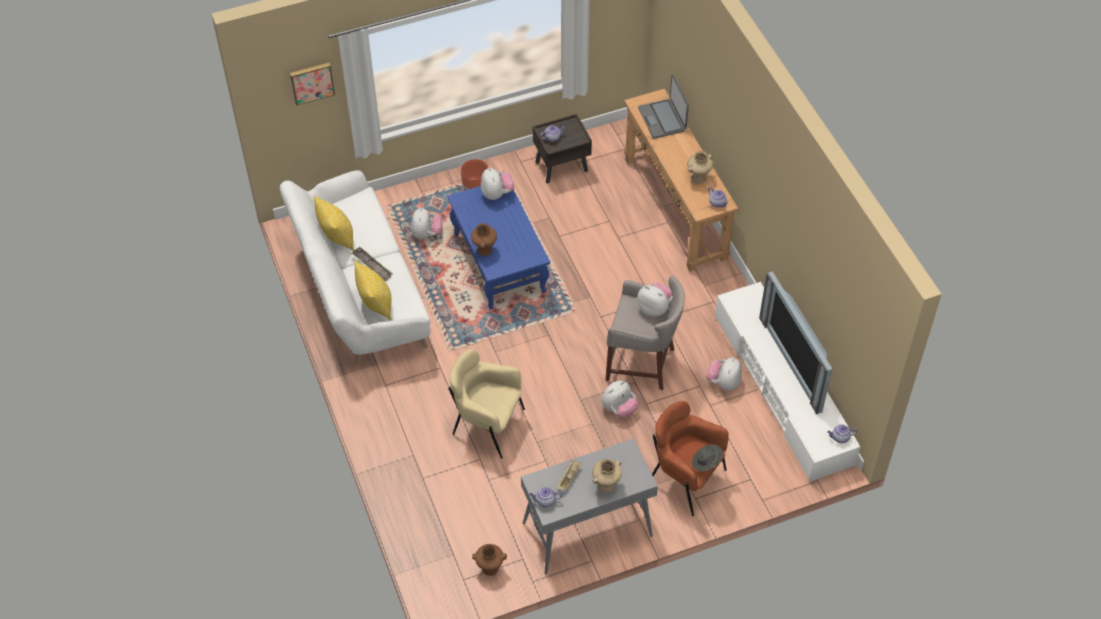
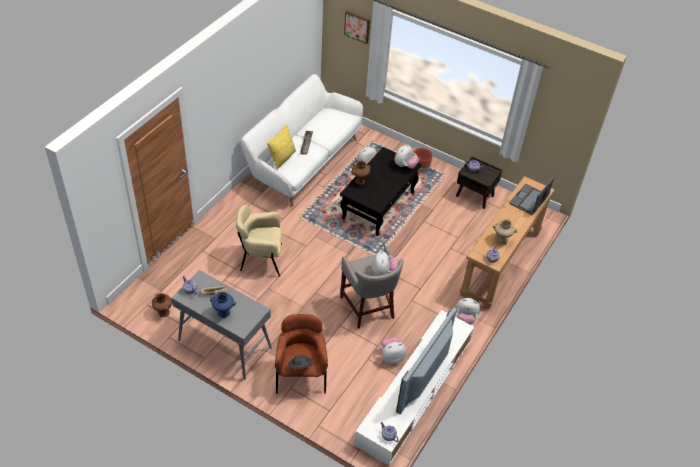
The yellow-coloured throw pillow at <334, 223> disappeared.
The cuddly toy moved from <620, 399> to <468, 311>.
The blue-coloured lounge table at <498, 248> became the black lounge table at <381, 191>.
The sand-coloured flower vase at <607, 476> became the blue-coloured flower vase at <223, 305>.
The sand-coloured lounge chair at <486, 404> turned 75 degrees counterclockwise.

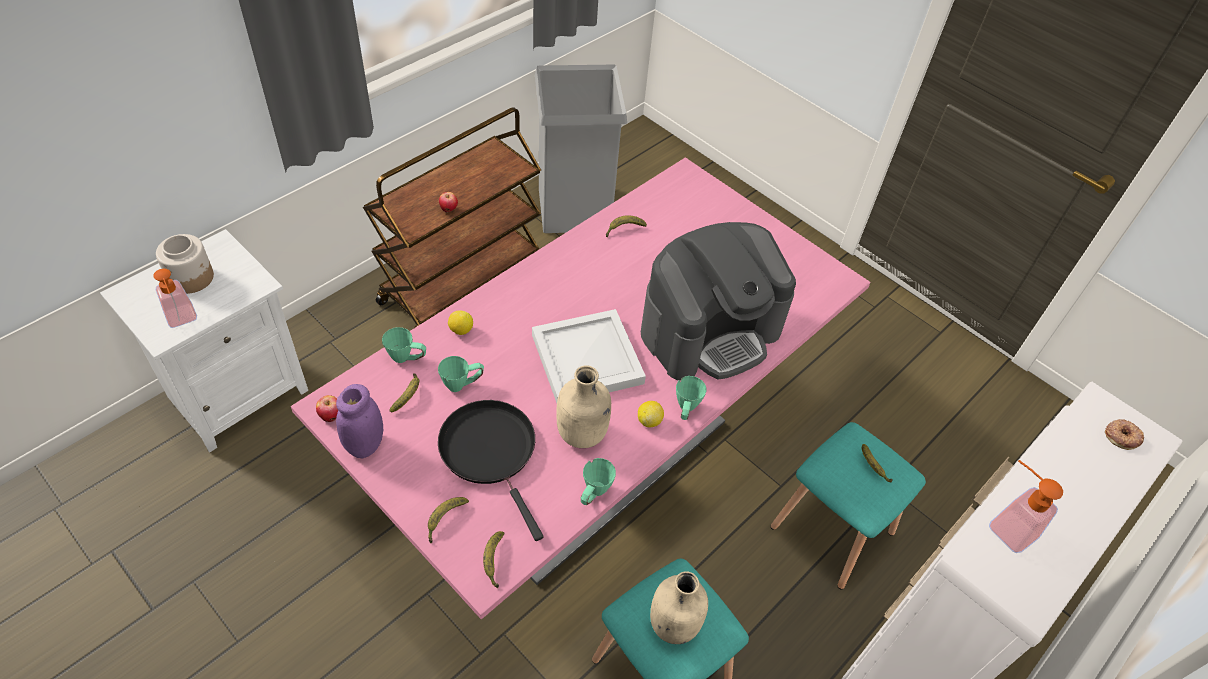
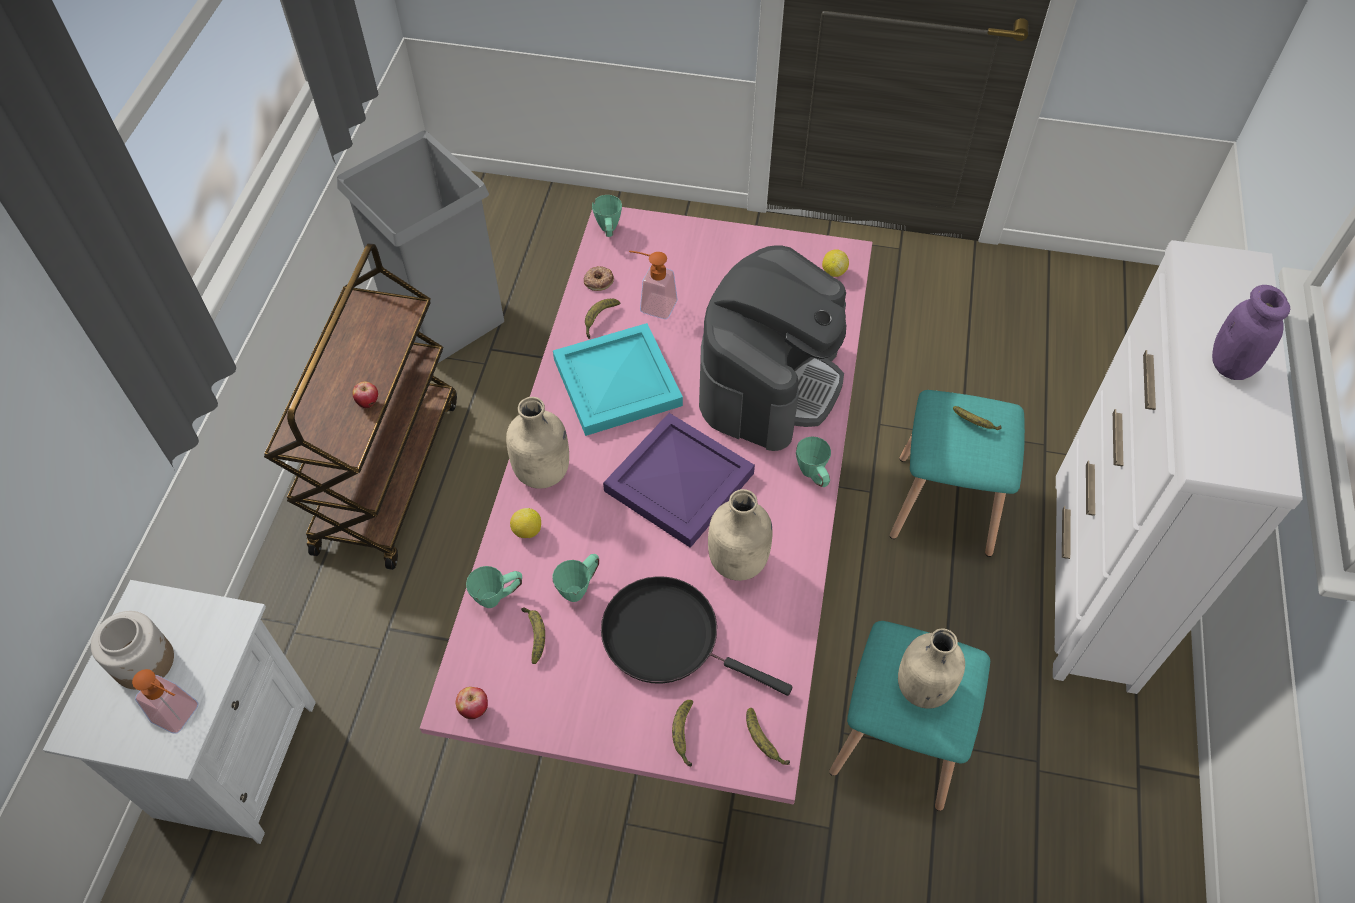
The sand-coloured drink bottle at <537, 443> appeared.
The blue-green serving tray at <618, 379> appeared.
The purple storage jar moved from <359, 421> to <1251, 332>.
The green tea mug moved from <598, 481> to <607, 216>.
The whole lemon moved from <651, 414> to <835, 263>.
The soap dispenser moved from <1026, 506> to <653, 285>.
The doughnut moved from <1124, 434> to <599, 278>.
The white serving tray at <589, 356> became the purple serving tray at <679, 480>.

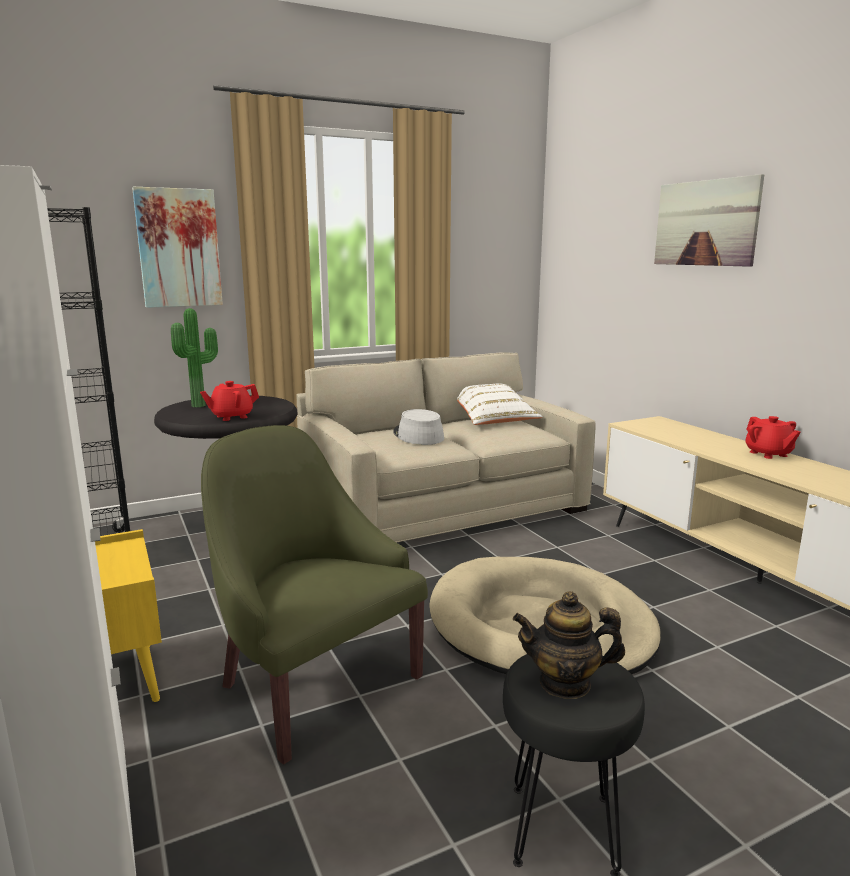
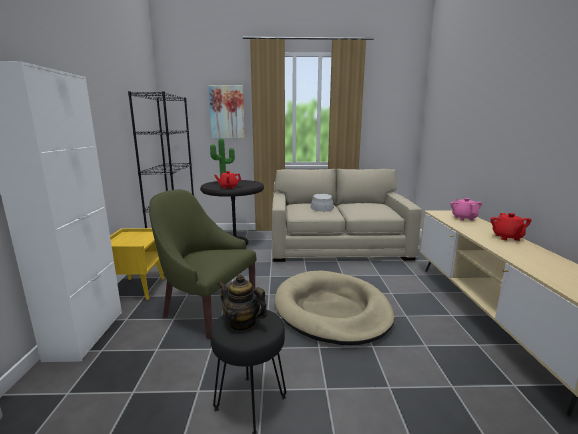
The white throw pillow at <500, 404> disappeared.
The wall art at <709, 220> disappeared.
The pink teapot at <466, 209> appeared.
The green lounge chair at <314, 595> turned 45 degrees counterclockwise.

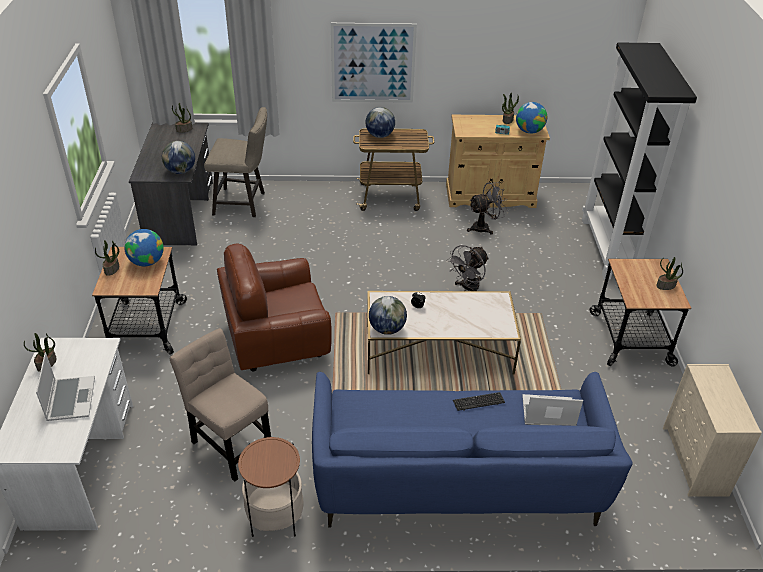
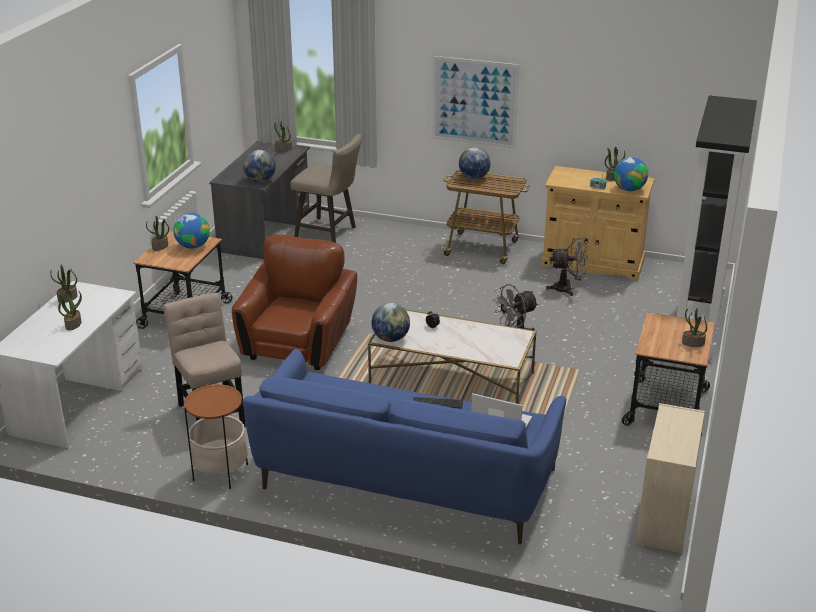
The notebook computer at <65, 386> was replaced by the houseplant at <69, 309>.
The brown-coloured lounge chair at <274, 307> turned 105 degrees clockwise.

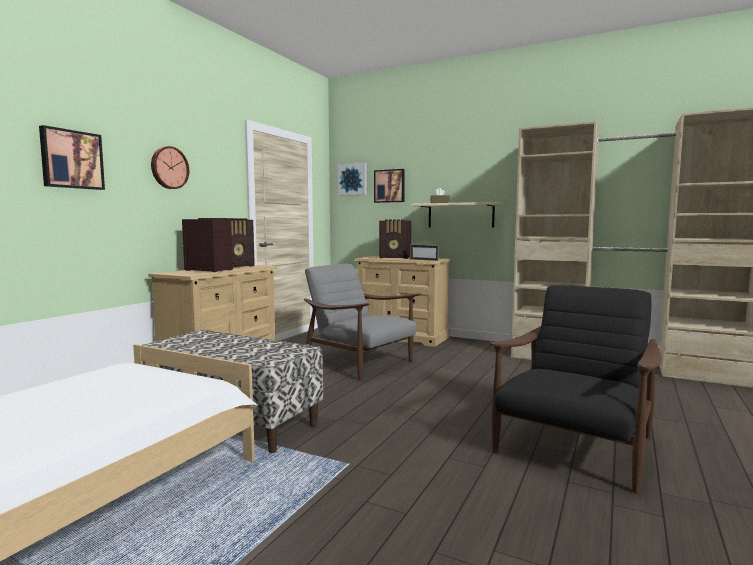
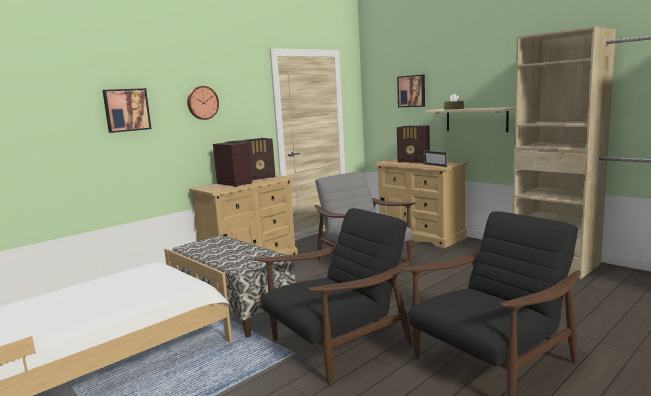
The wall art at <352, 179> disappeared.
The black lounge chair at <333, 296> appeared.

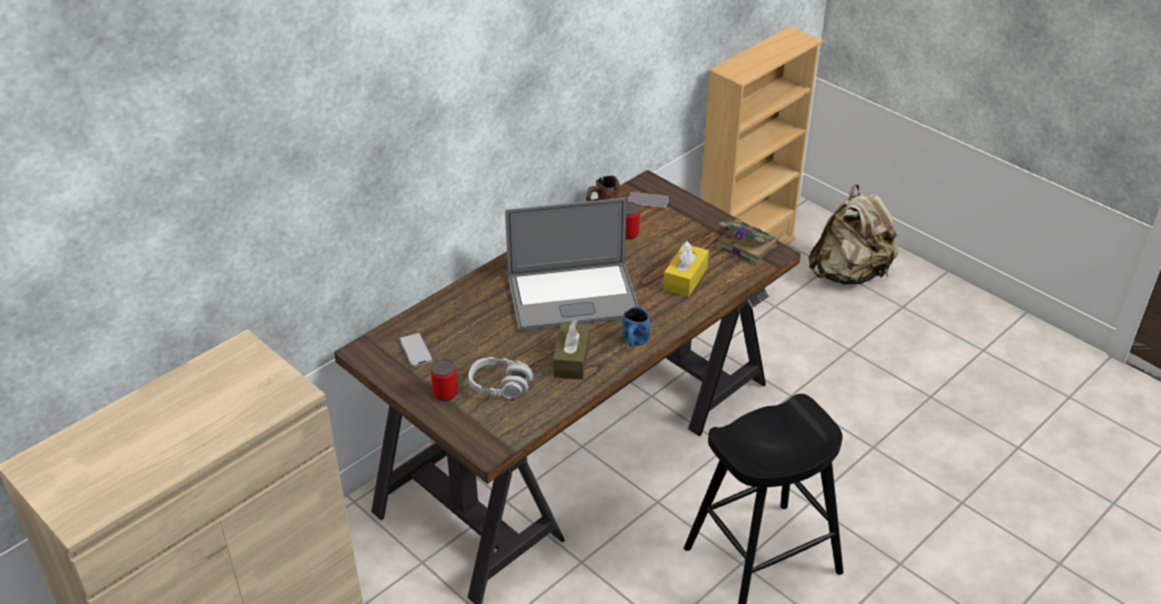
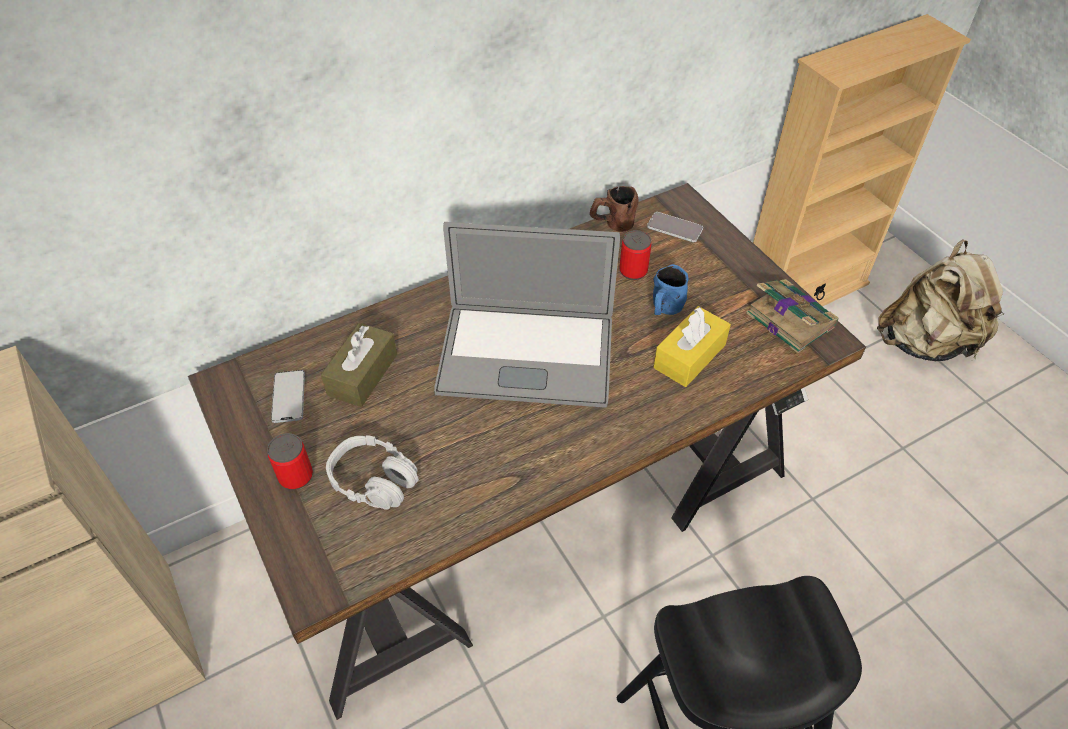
The brown-coloured box of tissues moved from <571, 350> to <359, 365>.
The blue-coloured tea mug moved from <636, 326> to <670, 289>.

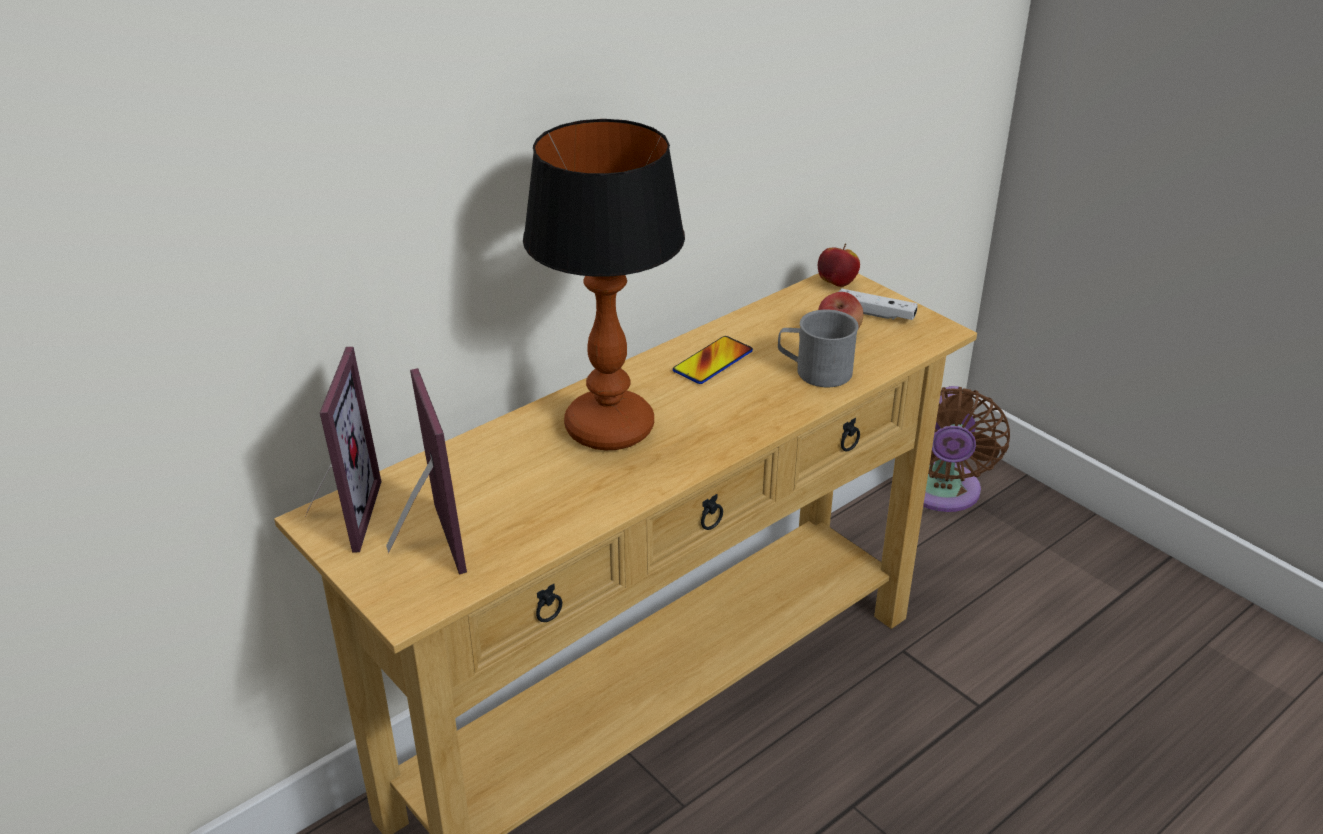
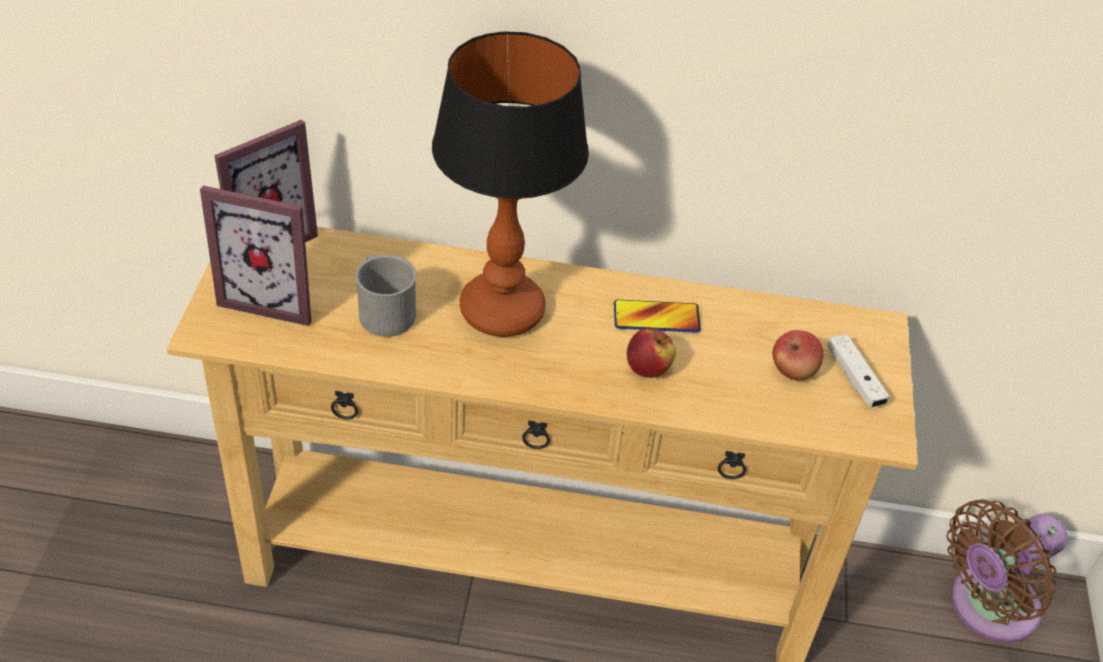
The gray tea mug moved from <818, 348> to <386, 295>.
The apple fruit moved from <839, 265> to <651, 353>.
The photo frame at <426, 471> turned 75 degrees clockwise.

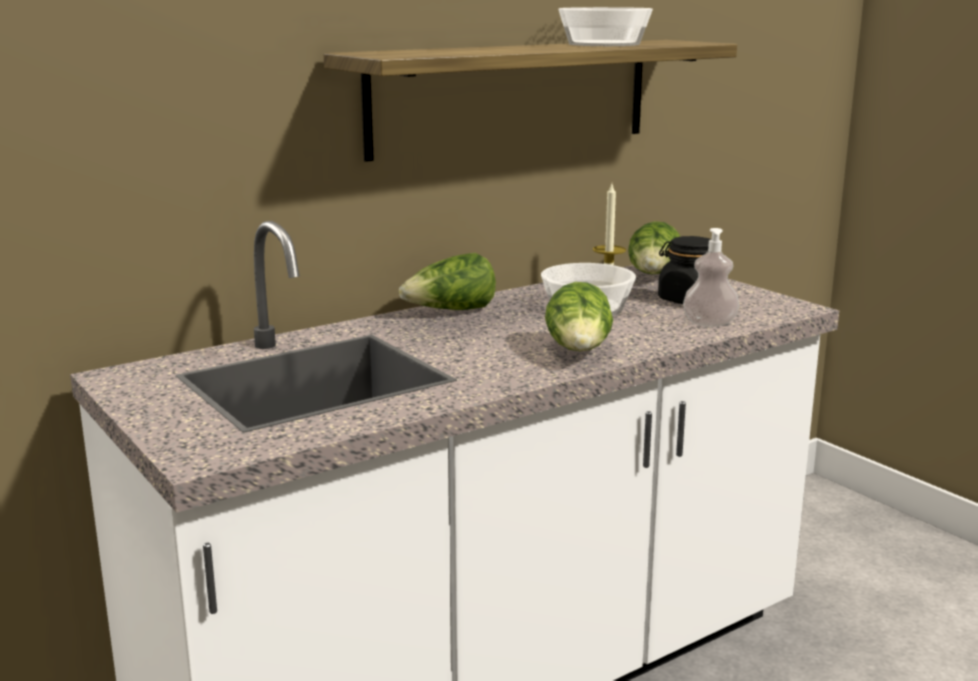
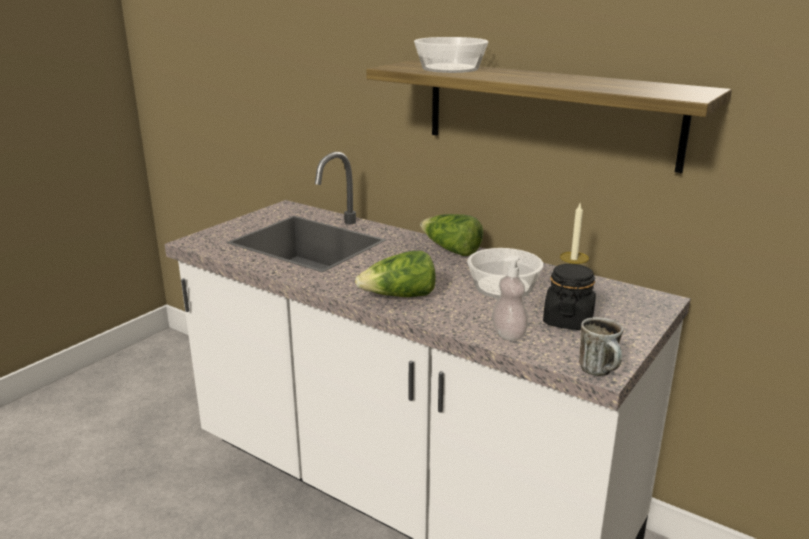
The lettuce at <654, 248> disappeared.
The tea mug at <601, 346> appeared.
The deep dish moved from <605, 26> to <451, 55>.

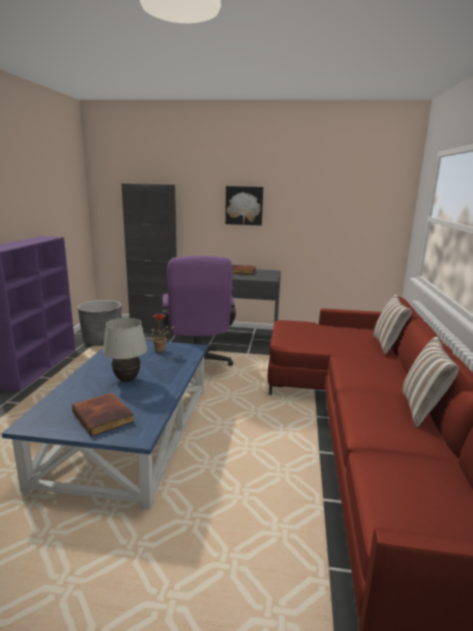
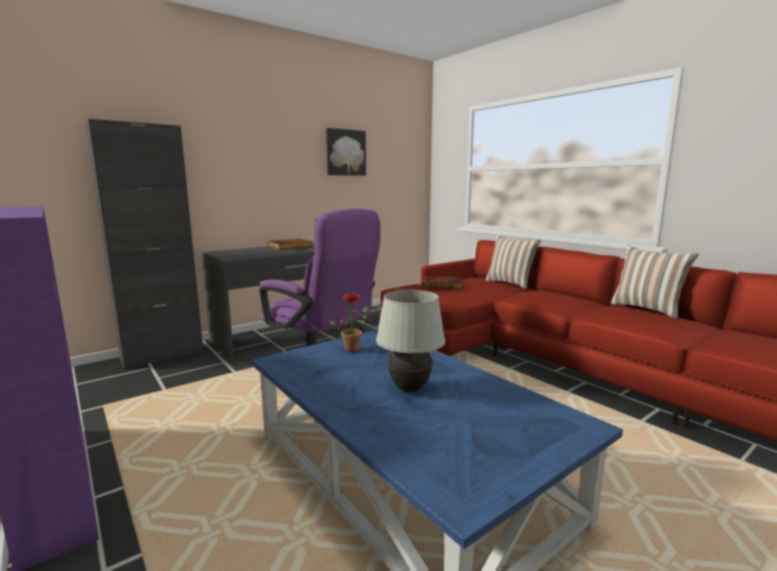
The gray planter at <100, 323> disappeared.
The book moved from <103, 415> to <442, 283>.
The wall art moved from <244, 206> to <346, 152>.

